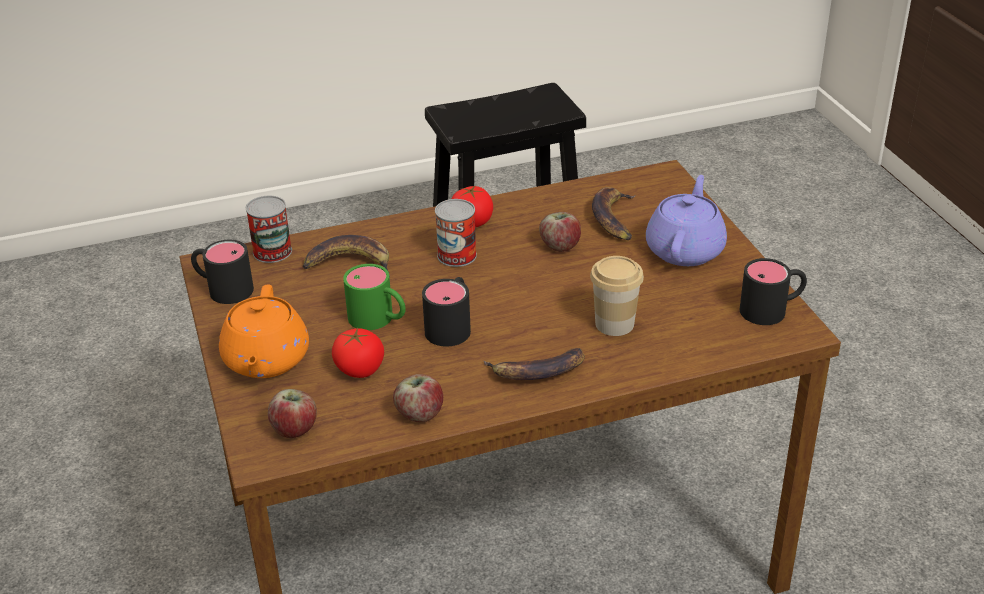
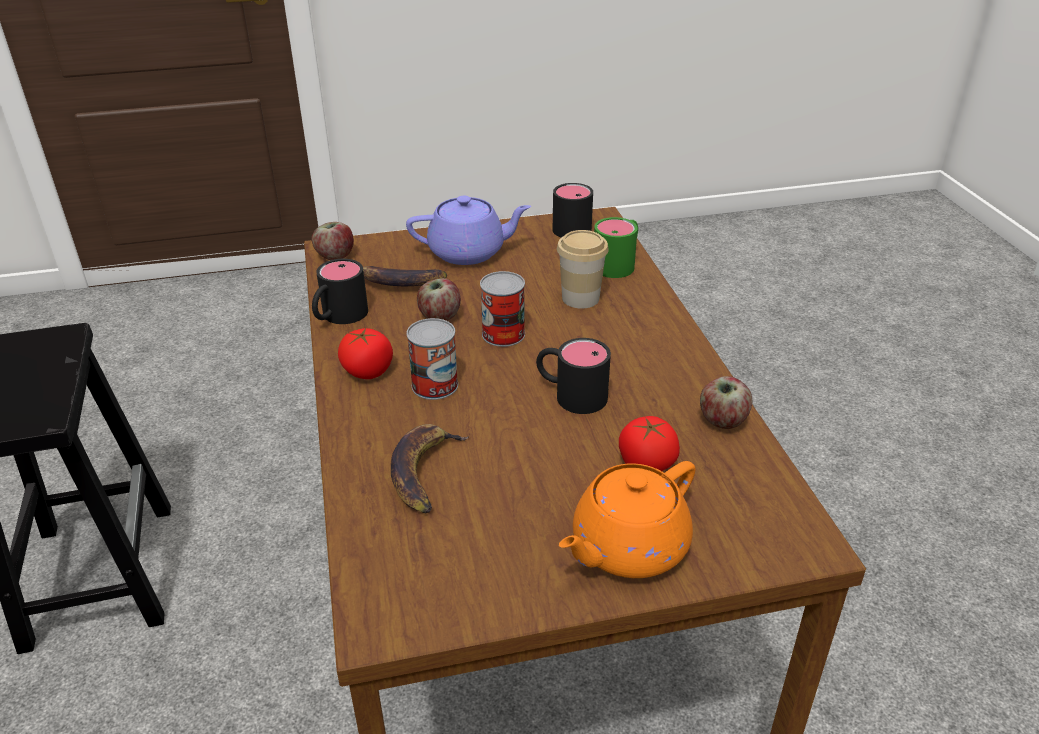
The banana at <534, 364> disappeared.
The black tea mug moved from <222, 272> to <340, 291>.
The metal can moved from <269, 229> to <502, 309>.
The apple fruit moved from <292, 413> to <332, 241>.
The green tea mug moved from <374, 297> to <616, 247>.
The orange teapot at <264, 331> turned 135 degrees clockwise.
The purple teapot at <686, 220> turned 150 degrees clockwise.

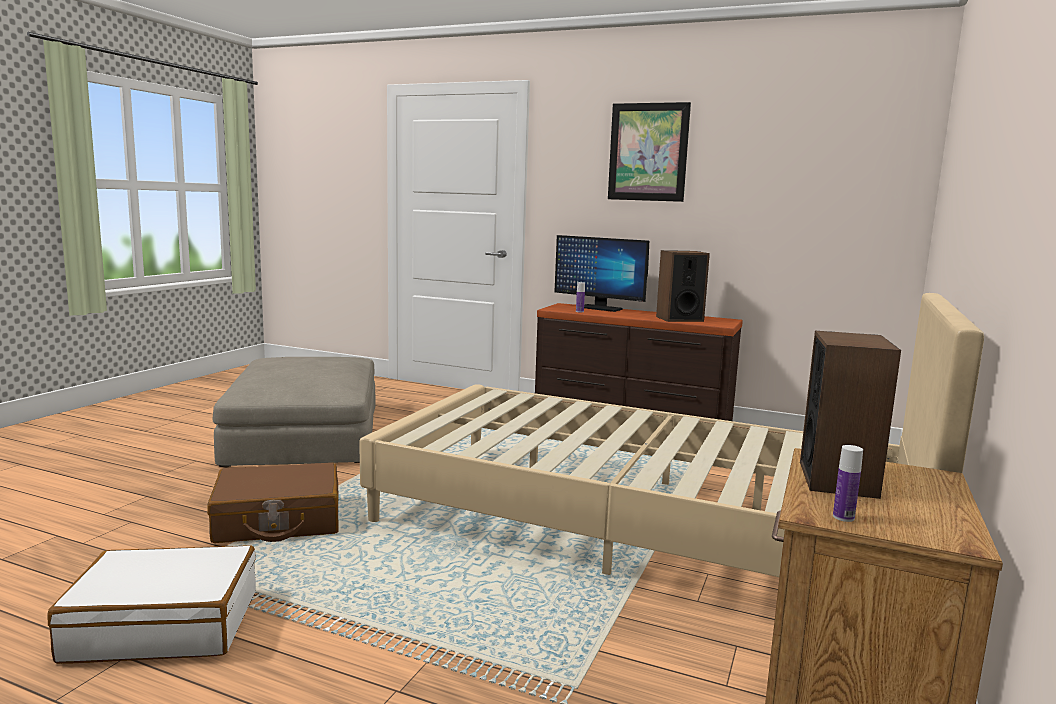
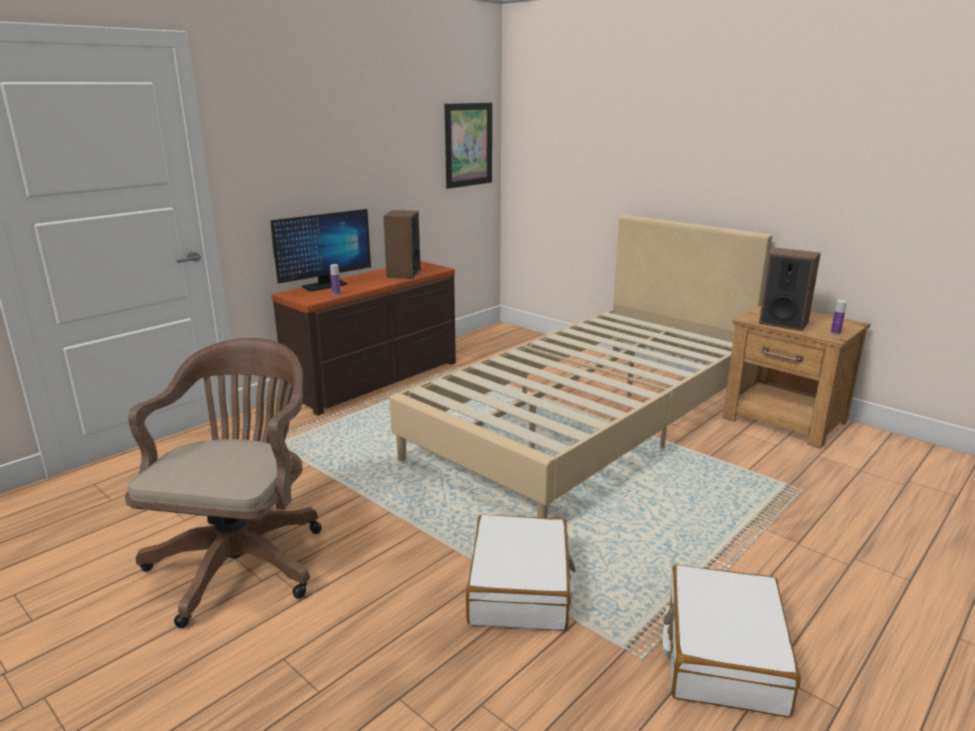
The wall art moved from <649, 152> to <468, 146>.
The sand-coloured ottoman at <294, 412> was replaced by the brown-coloured computer chair at <223, 483>.
The brown-coloured travel case at <273, 502> became the white travel case at <520, 572>.

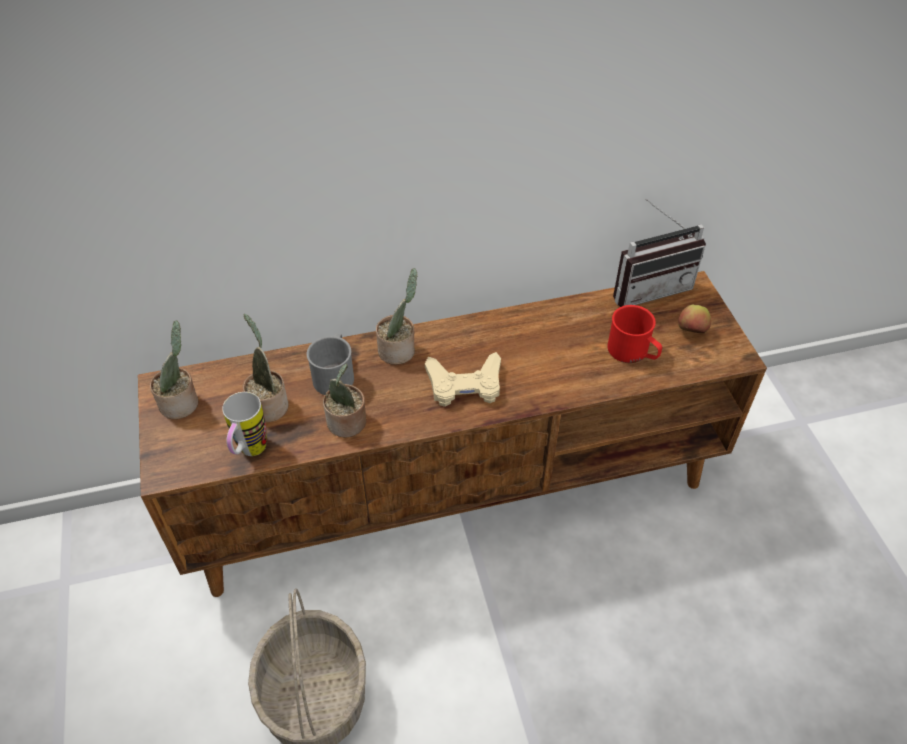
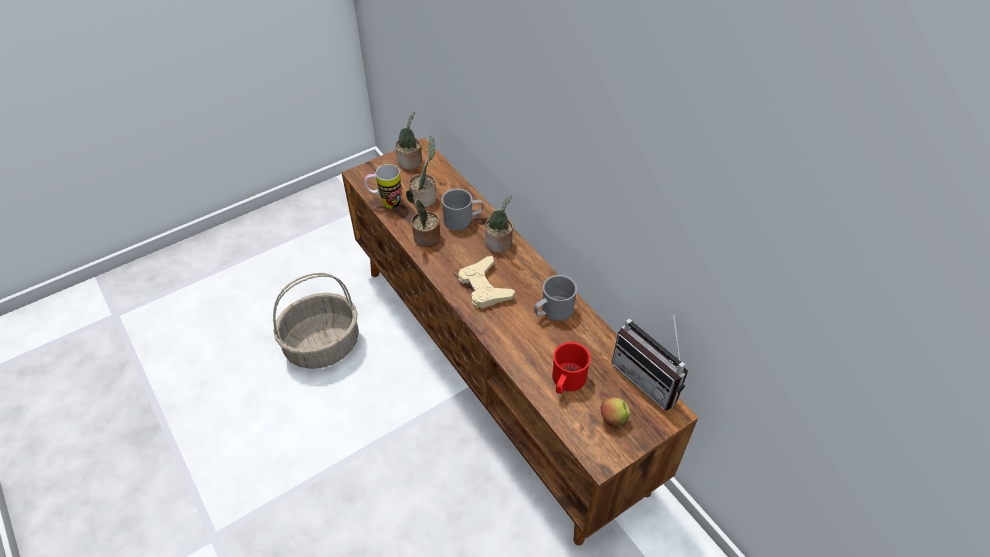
The gray tea mug at <555, 298> appeared.

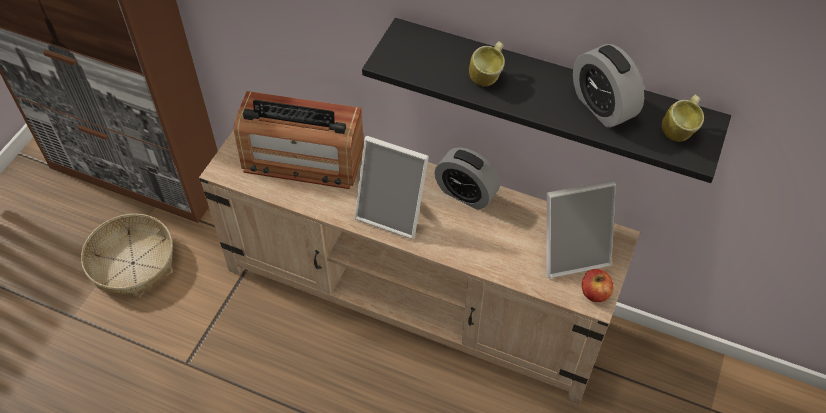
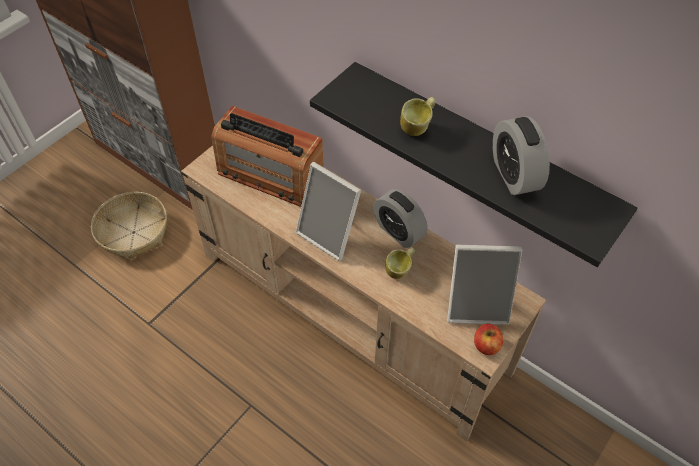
The tea mug moved from <683, 118> to <400, 263>.

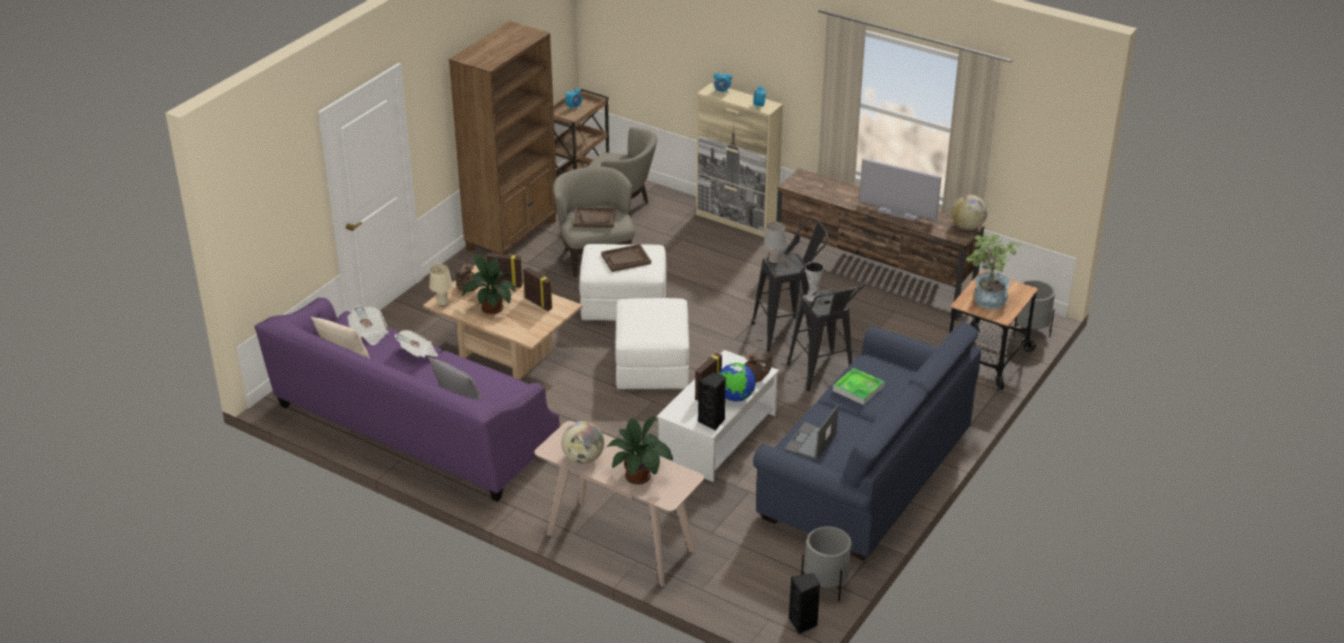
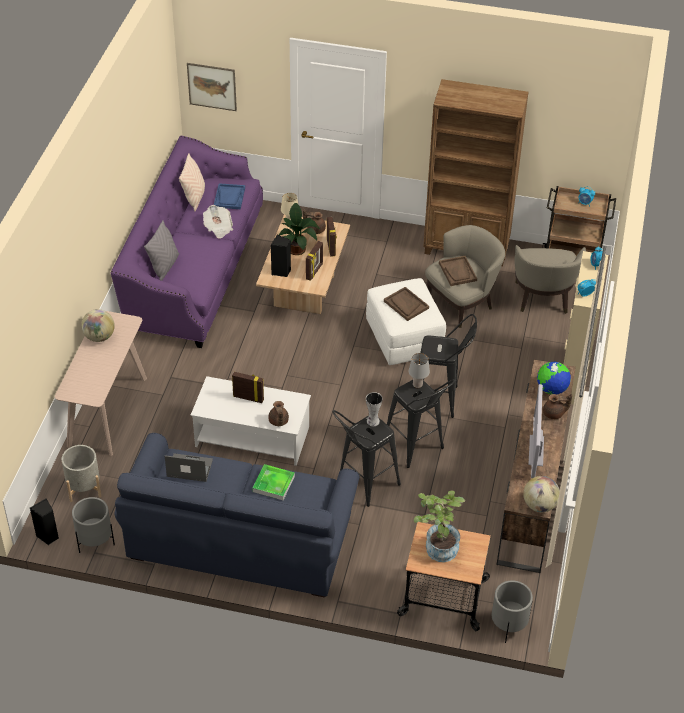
The houseplant at <639, 451> disappeared.
The white ottoman at <652, 344> disappeared.
The gray planter at <81, 473> appeared.
The wall art at <212, 87> appeared.
The black sitting stool at <448, 366> appeared.
The brown-coloured teapot at <557, 406> appeared.
The black loudspeaker moved from <712, 401> to <281, 256>.
The desk globe moved from <737, 382> to <554, 377>.
The printed paper at <368, 325> was replaced by the blue-coloured serving tray at <229, 196>.

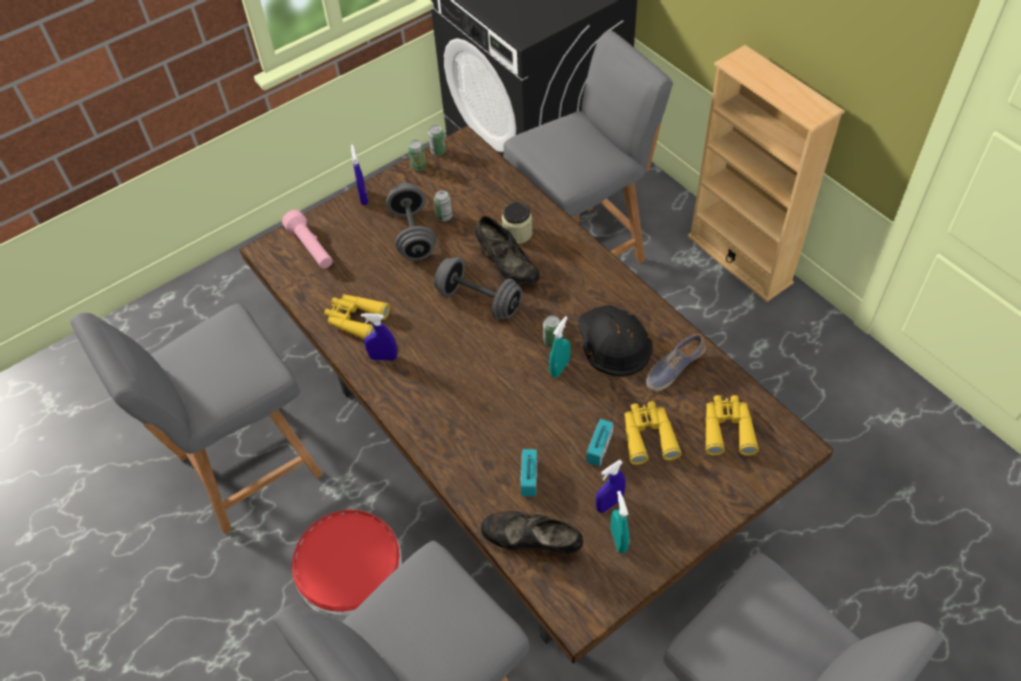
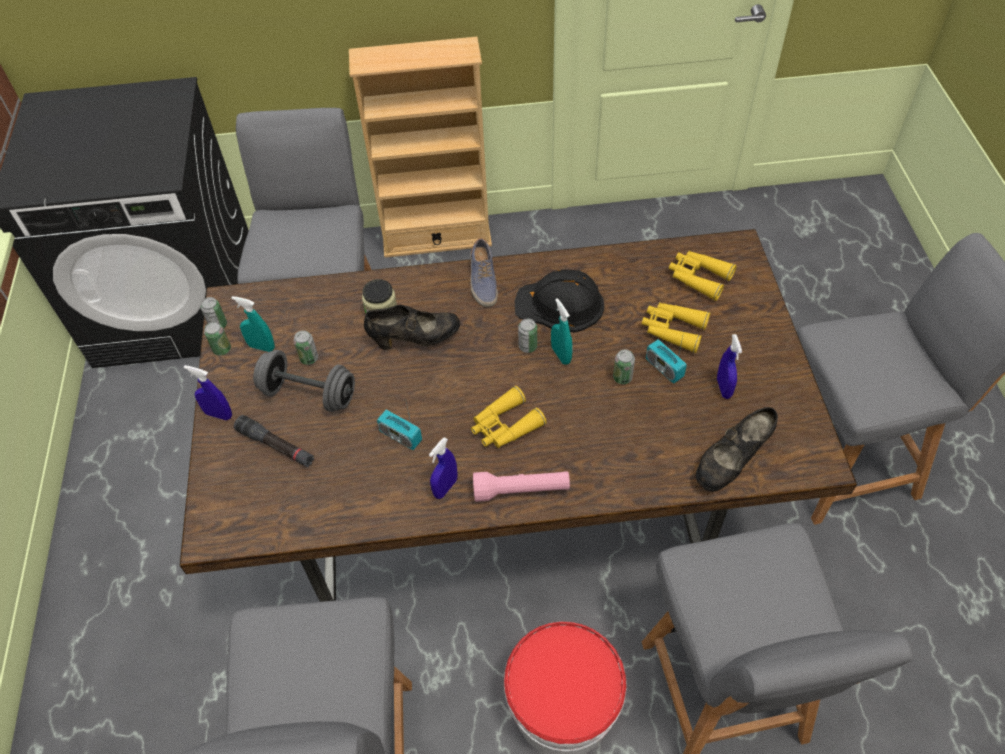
The gray free weight at <478, 288> disappeared.
The black hand torch at <274, 441> appeared.
The metal can at <624, 366> appeared.
The pink hand torch moved from <307, 239> to <521, 486>.
The yellow-coloured pair of binoculars moved from <357, 316> to <508, 417>.
The radio set moved from <528, 472> to <399, 423>.
The blue-green spray bottle moved from <620, 522> to <253, 324>.
The low shoe moved from <676, 363> to <484, 272>.

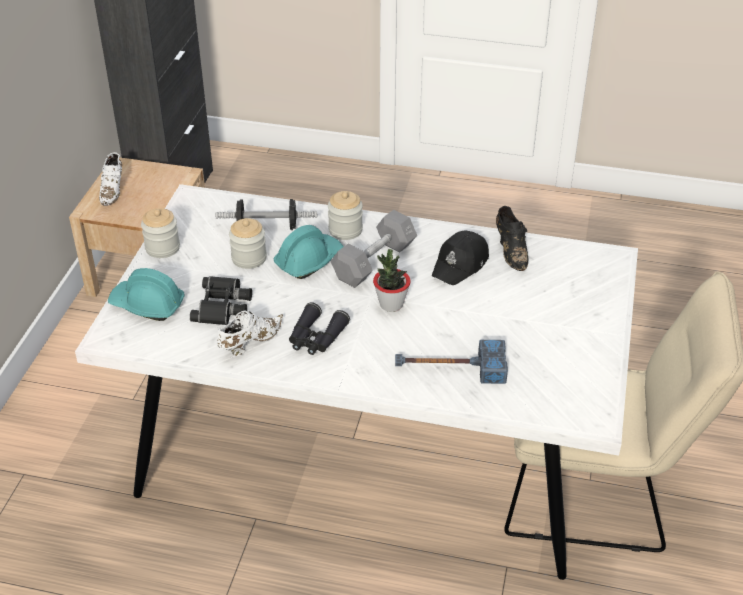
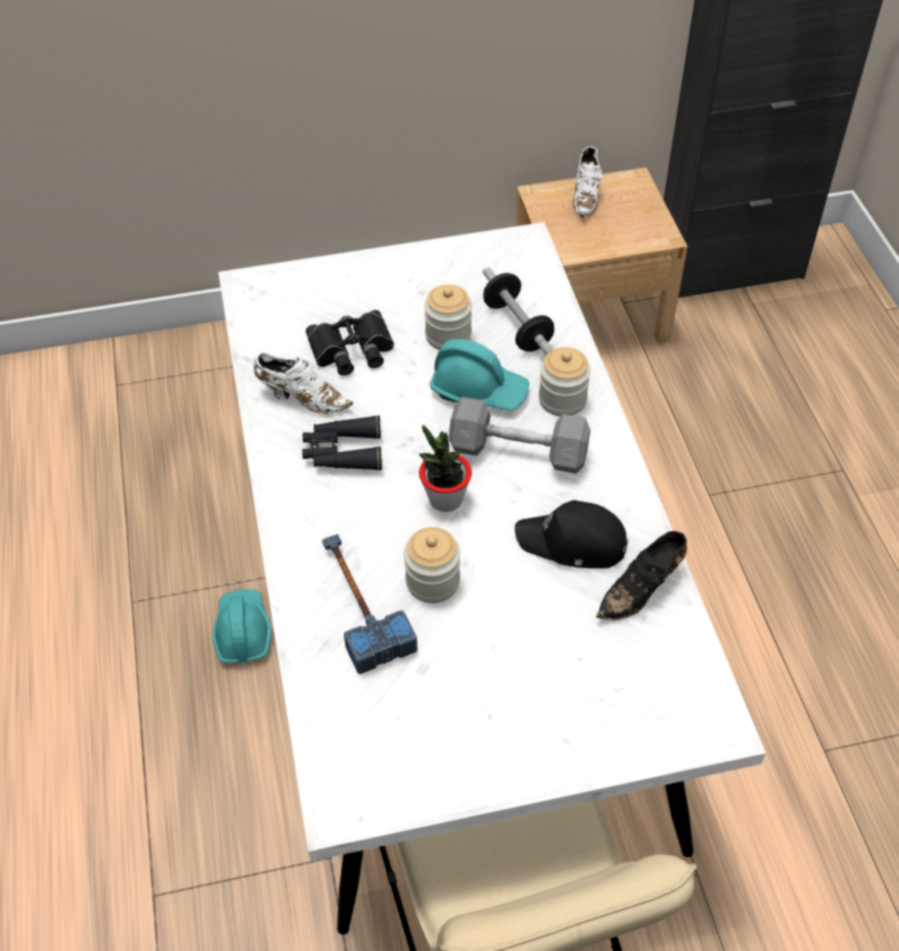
The blue-green work helmet moved from <146, 294> to <242, 626>.
The storage jar moved from <160, 233> to <432, 565>.
The white low shoe at <110, 179> turned 60 degrees counterclockwise.

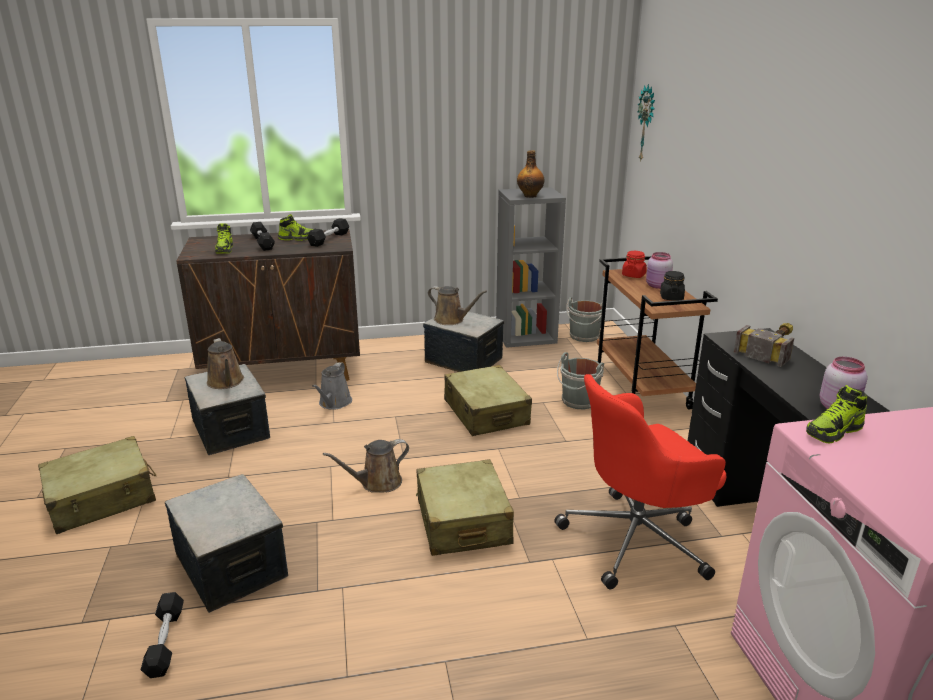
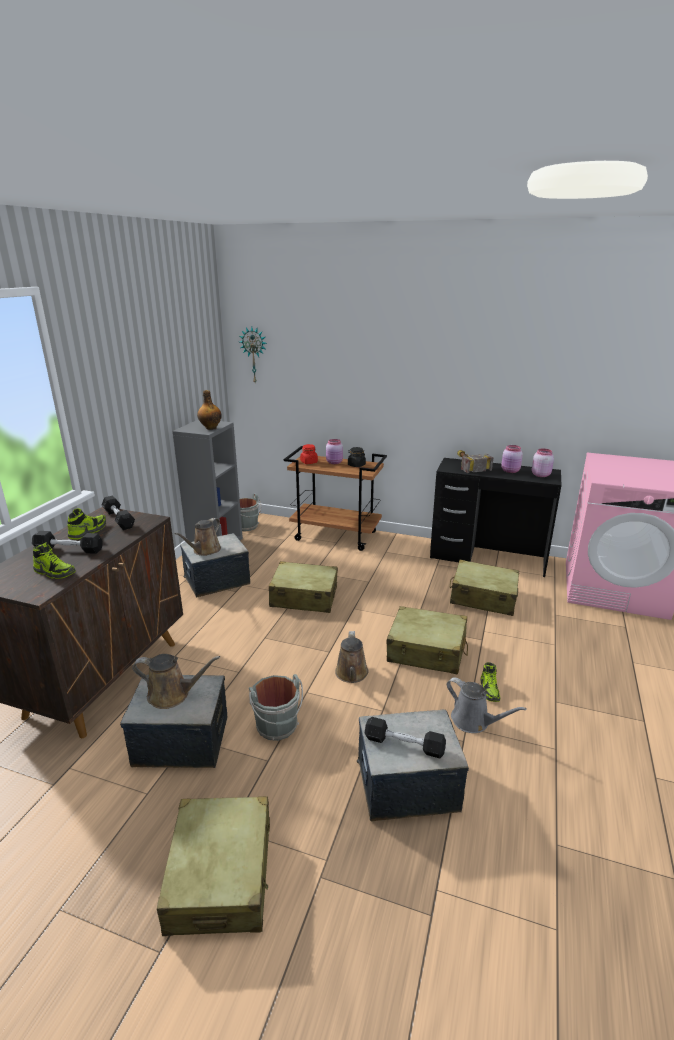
The pink storage jar at <512, 459> appeared.
The black free weight moved from <162, 635> to <405, 737>.
The gray watering can moved from <332, 386> to <487, 705>.
The gray bucket moved from <580, 381> to <276, 707>.
The low shoe moved from <836, 414> to <490, 682>.
The red-coloured computer chair at <640, 482> was replaced by the sand-coloured travel case at <484, 588>.
The brown-coloured watering can at <457, 305> turned 150 degrees clockwise.

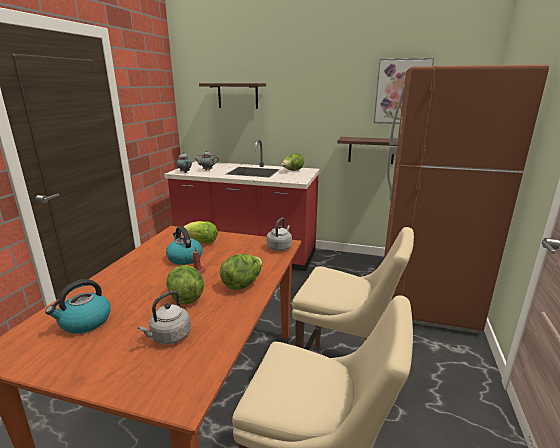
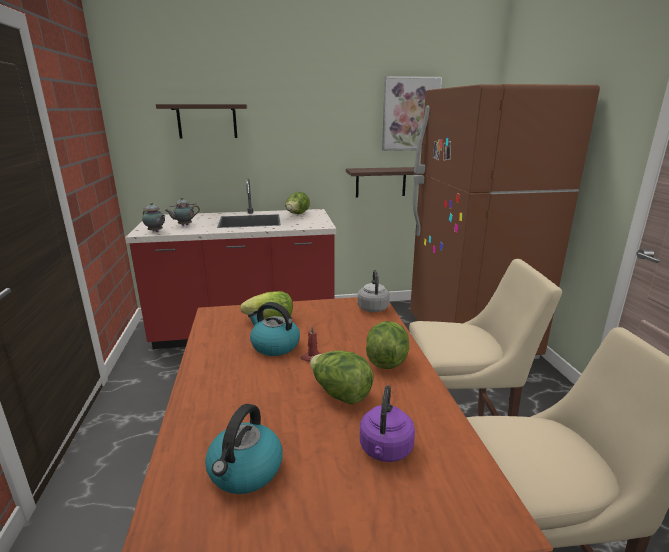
The gray kettle at <164, 317> became the purple kettle at <387, 423>.

